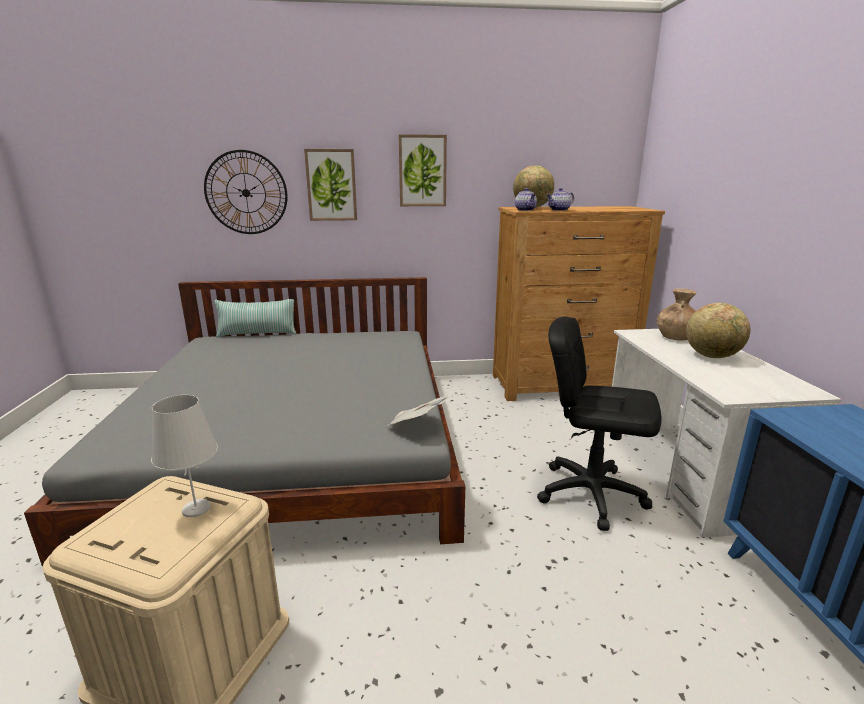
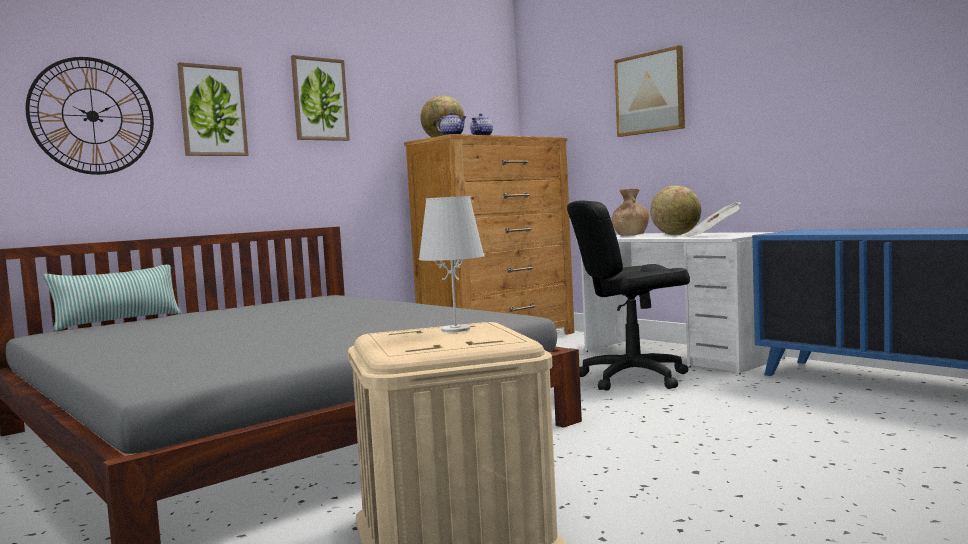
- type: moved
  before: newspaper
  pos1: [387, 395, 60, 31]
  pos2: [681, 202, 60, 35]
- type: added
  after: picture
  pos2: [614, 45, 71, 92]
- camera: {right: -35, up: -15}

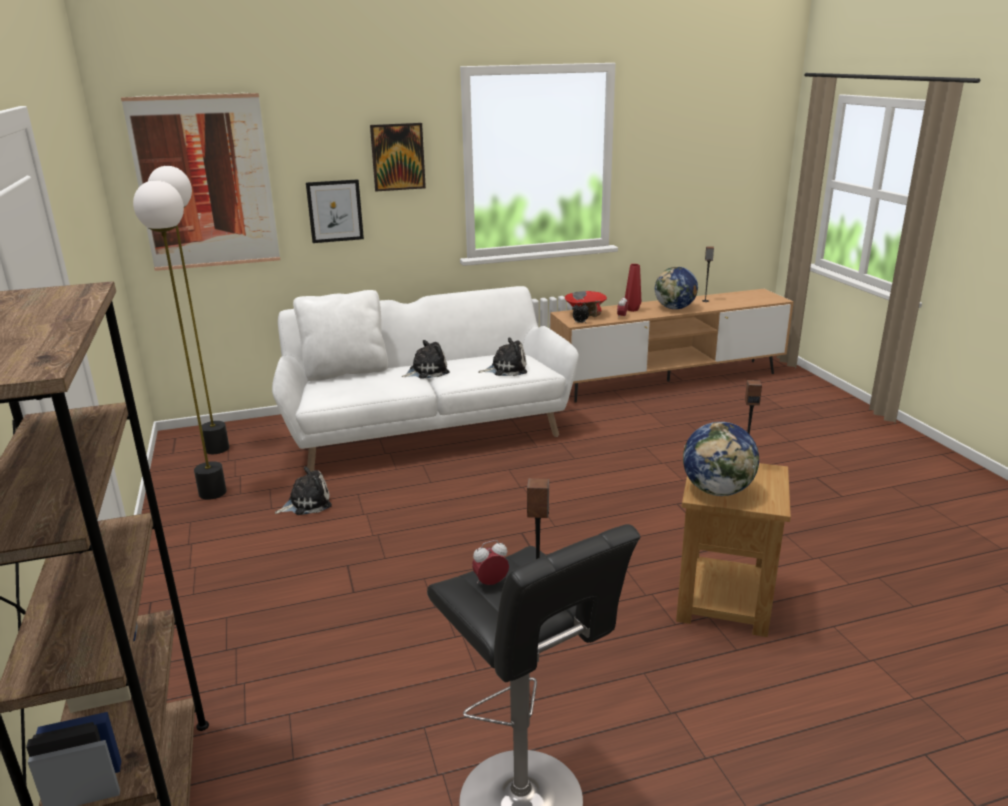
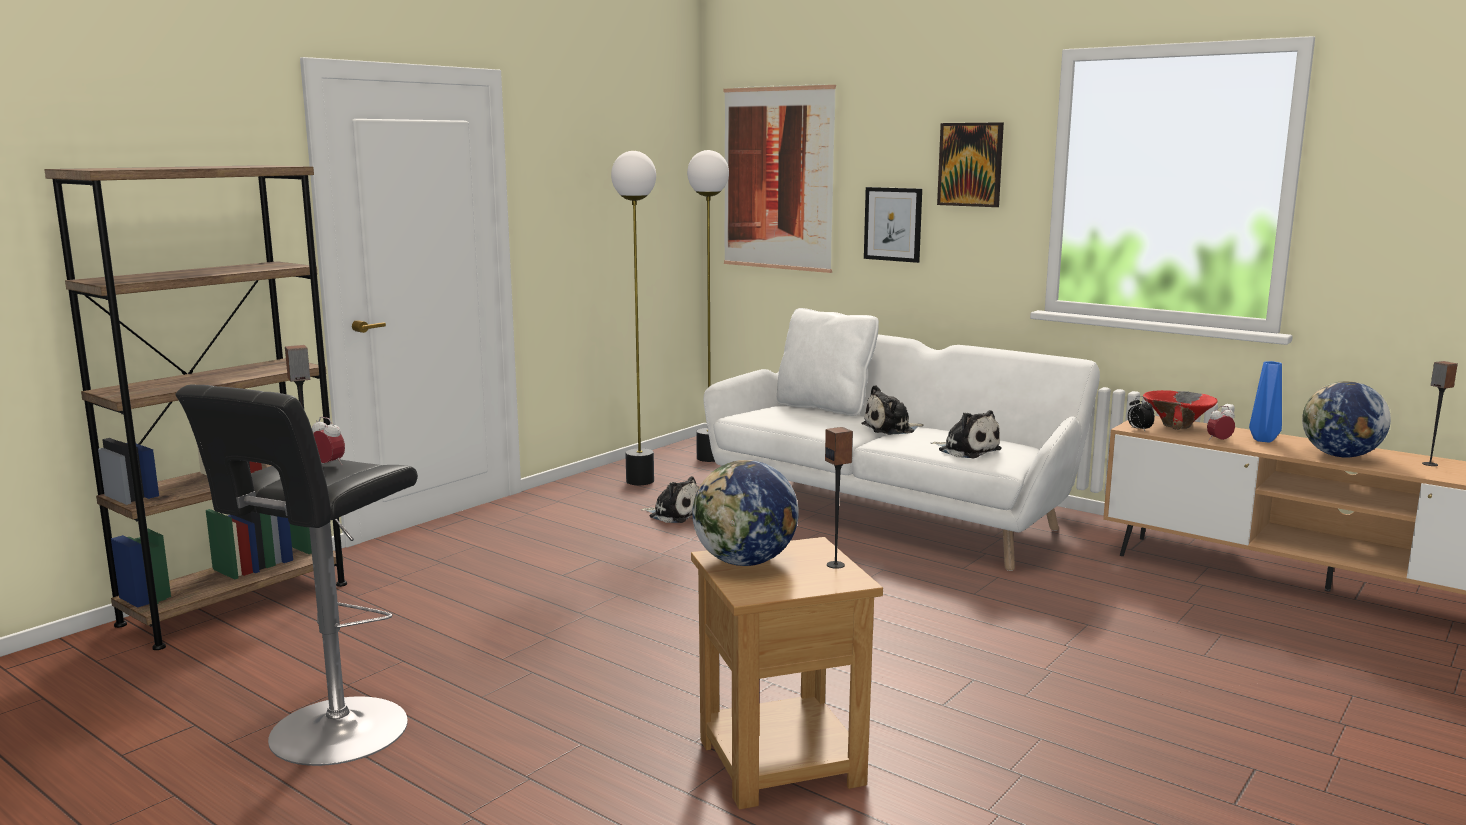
- type: turned
  before: cuddly toy
  pos1: [402, 340, 48, 39]
  pos2: [861, 385, 63, 50]
  turn: 135
- type: recoloured
  before: reddish decorative vase
  after: bluish decorative vase
  pos1: [625, 264, 16, 48]
  pos2: [1249, 361, 33, 82]
- camera: {right: 55, up: -10}

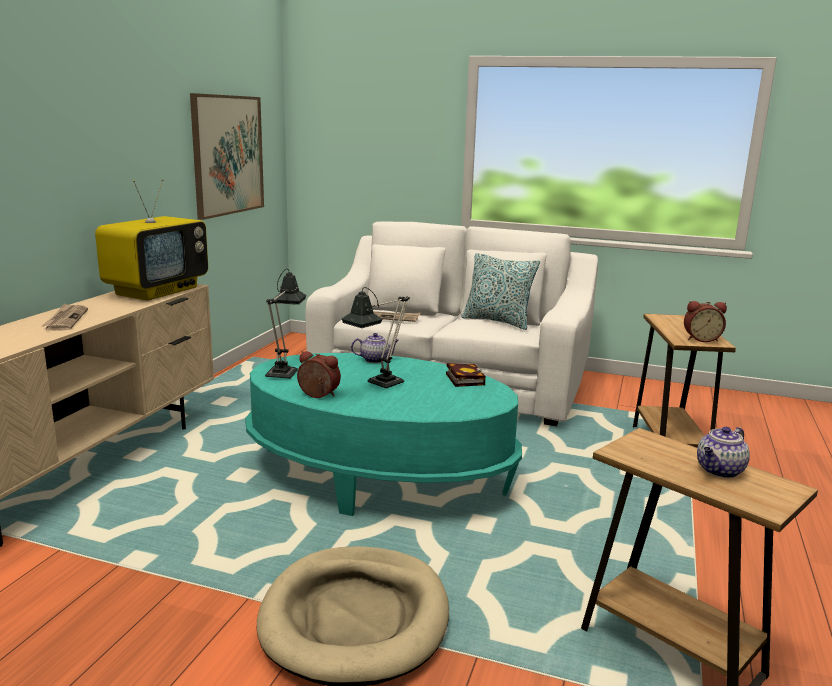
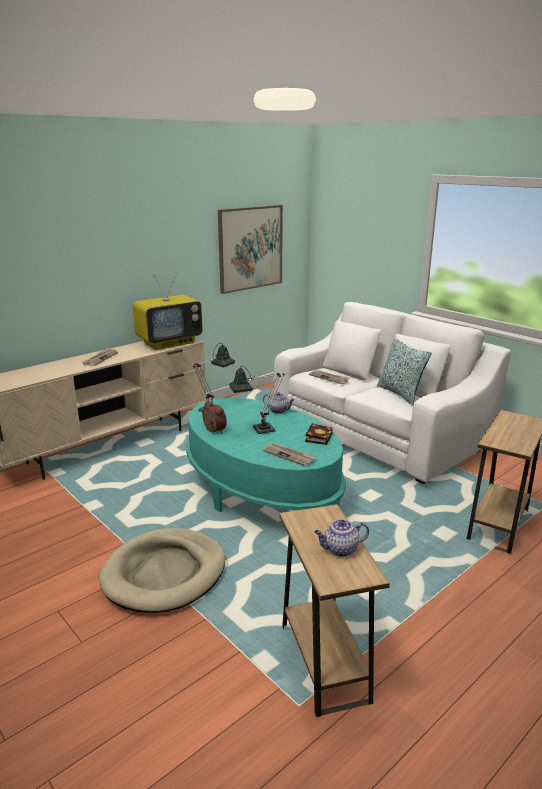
- type: removed
  before: bedside clock
  pos1: [684, 301, 43, 41]
- type: added
  after: newspaper
  pos2: [262, 443, 55, 23]
- camera: {right: 30, up: 5}

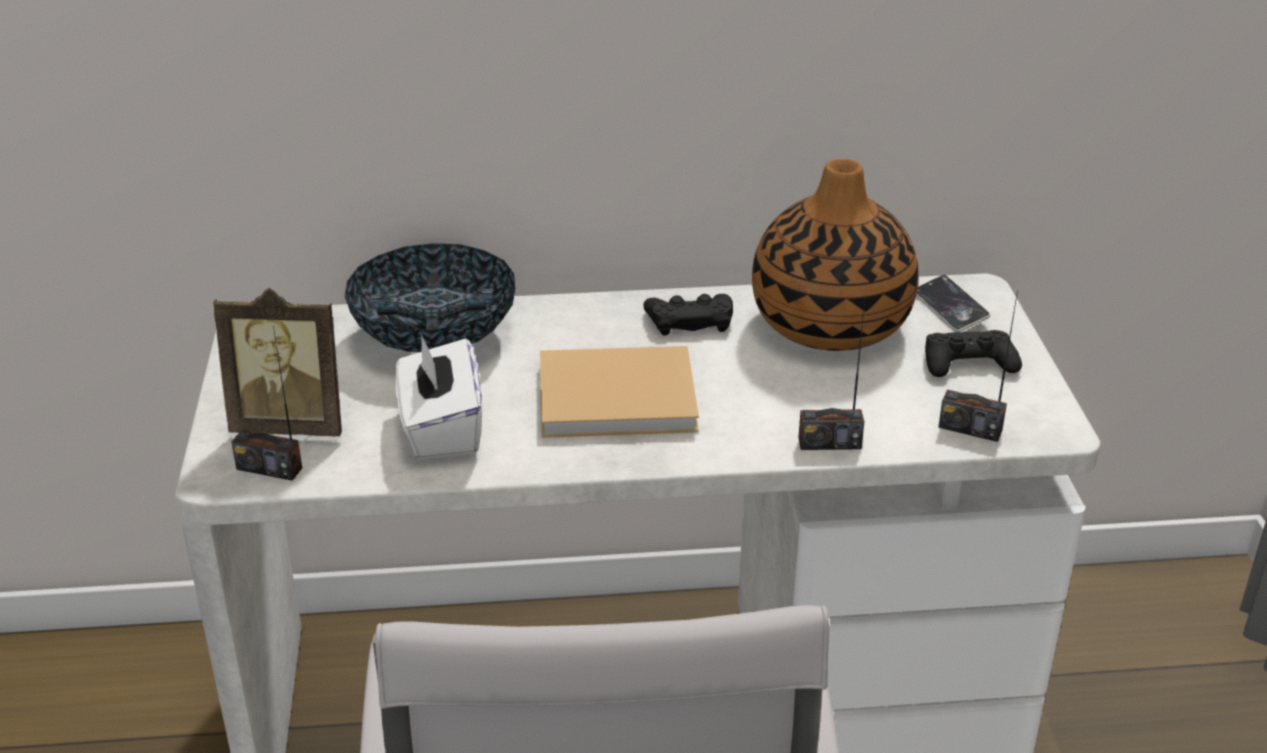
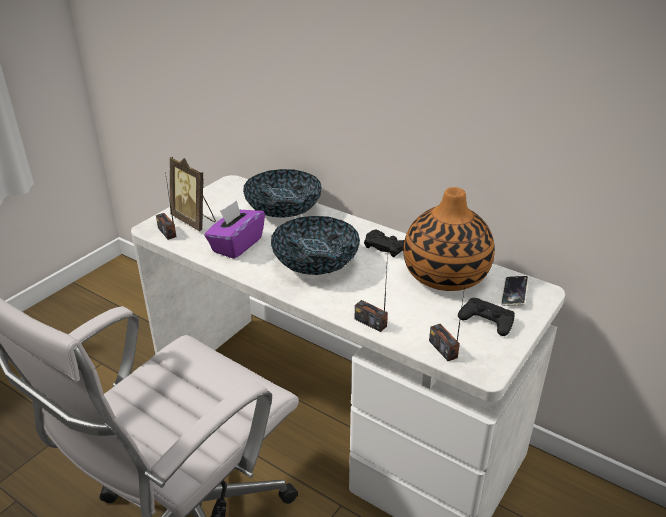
- type: recoloured
  before: whitish box of tissues
  after: purplish box of tissues
  pos1: [395, 335, 87, 124]
  pos2: [204, 200, 61, 59]
- type: replaced
  before: sand-coloured volume
  after: serving bowl
  pos1: [540, 346, 159, 92]
  pos2: [271, 216, 89, 59]
- camera: {right: 40, up: 0}

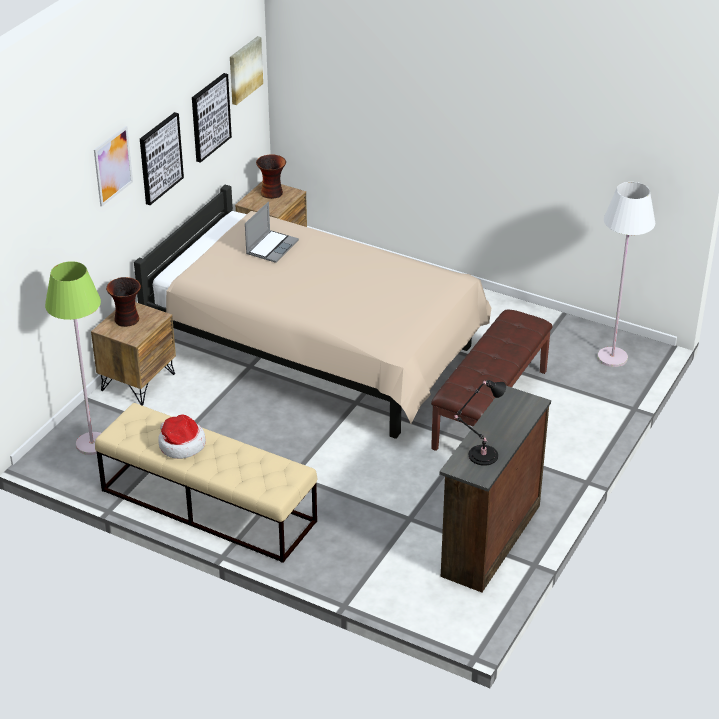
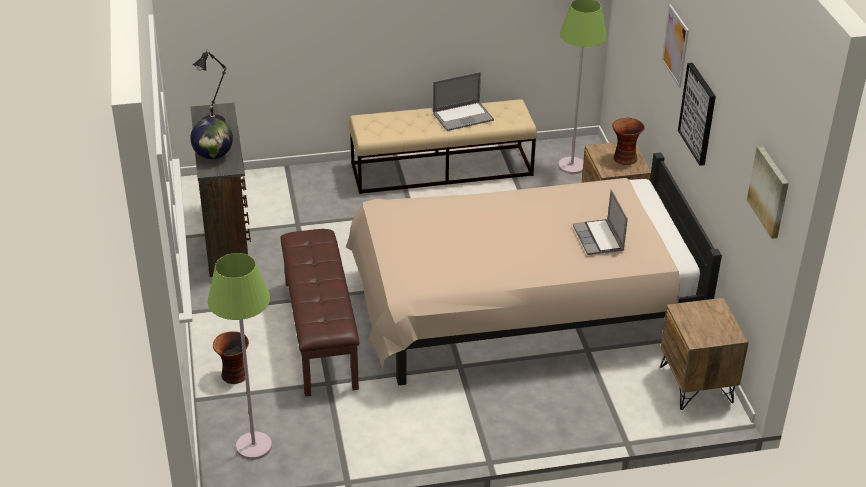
- type: replaced
  before: wearable hat
  after: notebook computer
  pos1: [158, 415, 48, 44]
  pos2: [433, 72, 61, 59]
- type: removed
  before: picture
  pos1: [192, 73, 40, 90]
- type: moved
  before: decorative vase
  pos1: [256, 154, 30, 45]
  pos2: [213, 331, 36, 53]
- type: recoloured
  before: whitish floor lamp
  after: green-coloured floor lamp
  pos1: [597, 182, 58, 185]
  pos2: [207, 253, 65, 207]
- type: added
  after: desk globe
  pos2: [190, 117, 43, 42]
- camera: {right: 140, up: 0}

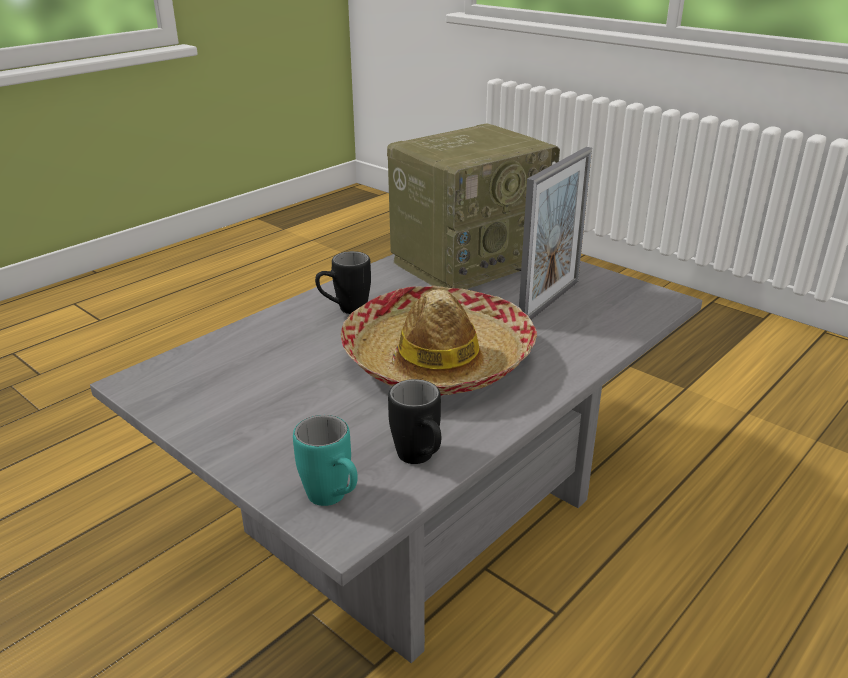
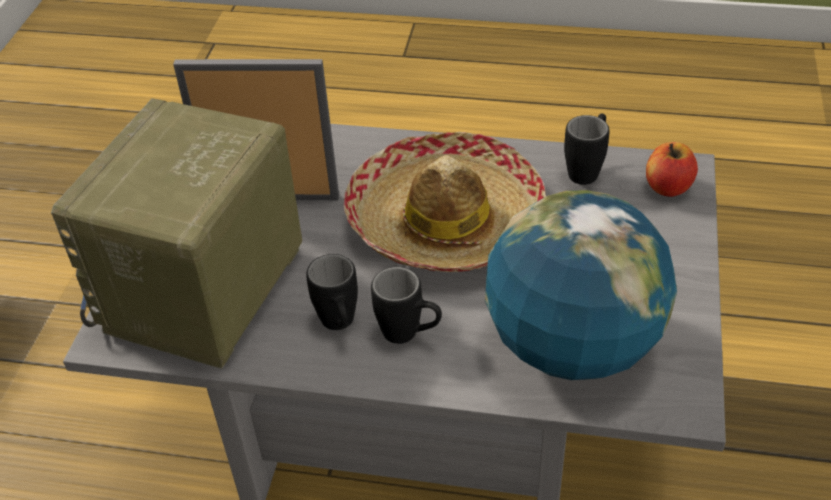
- type: replaced
  before: turquoise-coloured mug
  after: apple
  pos1: [293, 415, 65, 91]
  pos2: [646, 142, 52, 55]
- type: turned
  before: radio receiver
  pos1: [387, 123, 173, 166]
  pos2: [51, 98, 251, 271]
  turn: -90
- type: added
  after: black-coloured mug
  pos2: [306, 254, 52, 76]
- type: added
  after: desk globe
  pos2: [485, 190, 192, 190]
- camera: {right: -120, up: 15}

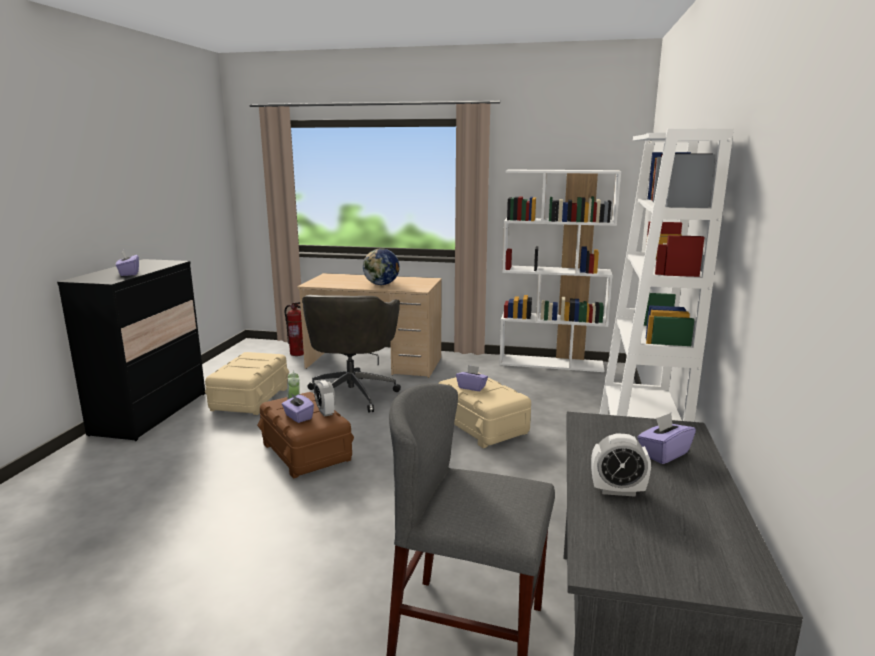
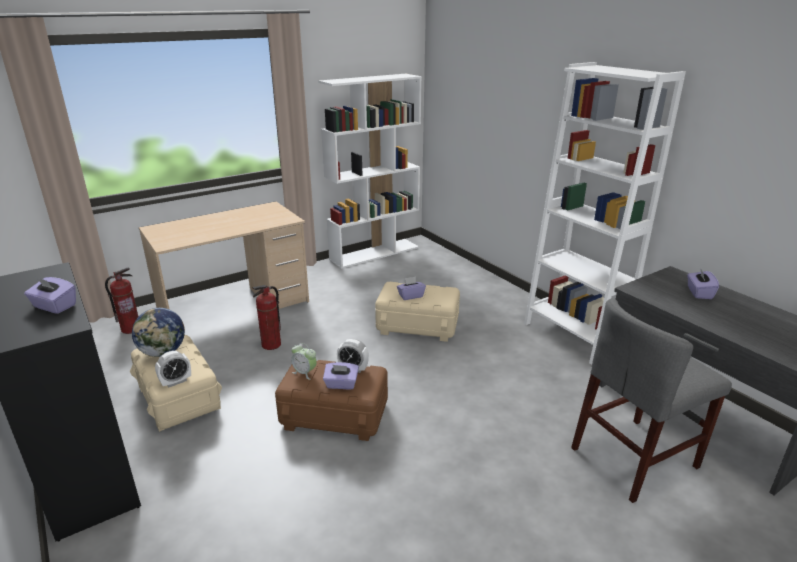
- type: replaced
  before: greyish computer chair
  after: extinguisher
  pos1: [302, 295, 99, 118]
  pos2: [253, 285, 28, 65]
- type: moved
  before: desk globe
  pos1: [363, 248, 37, 37]
  pos2: [132, 308, 53, 49]
- type: moved
  before: bedside clock
  pos1: [591, 434, 60, 63]
  pos2: [155, 351, 36, 37]
- camera: {right: -45, up: 10}

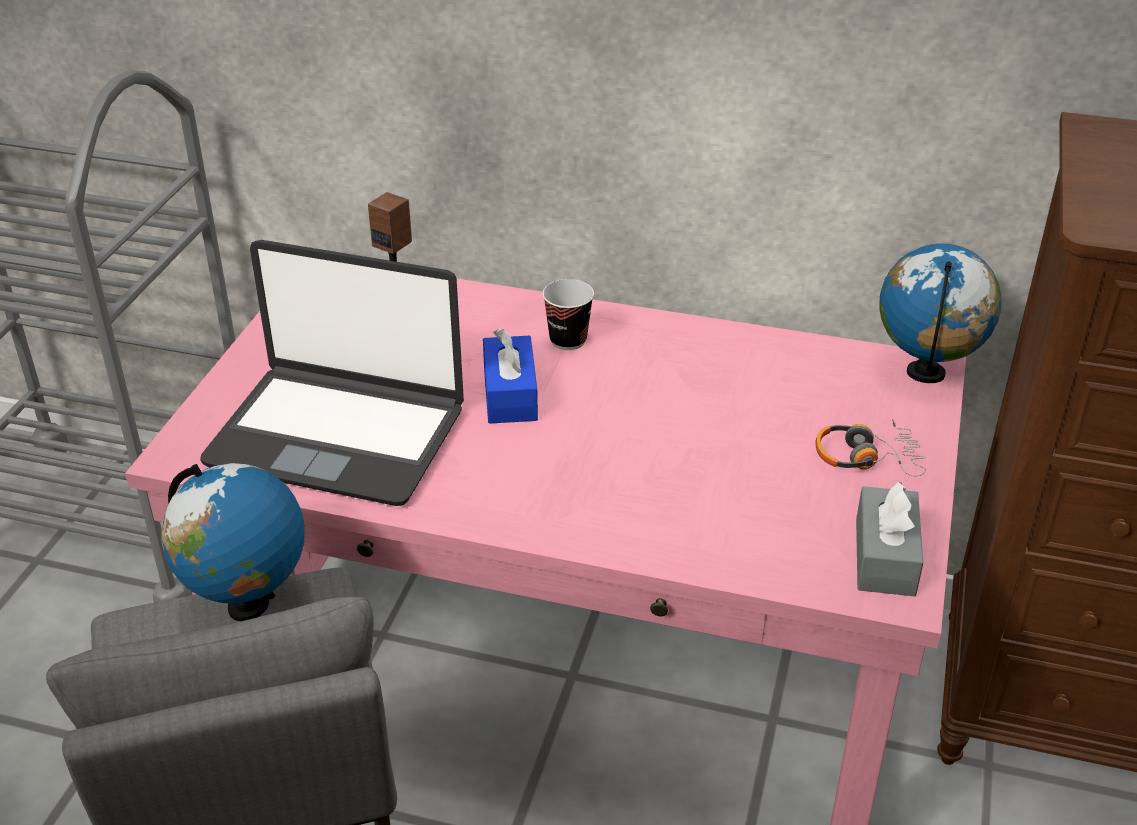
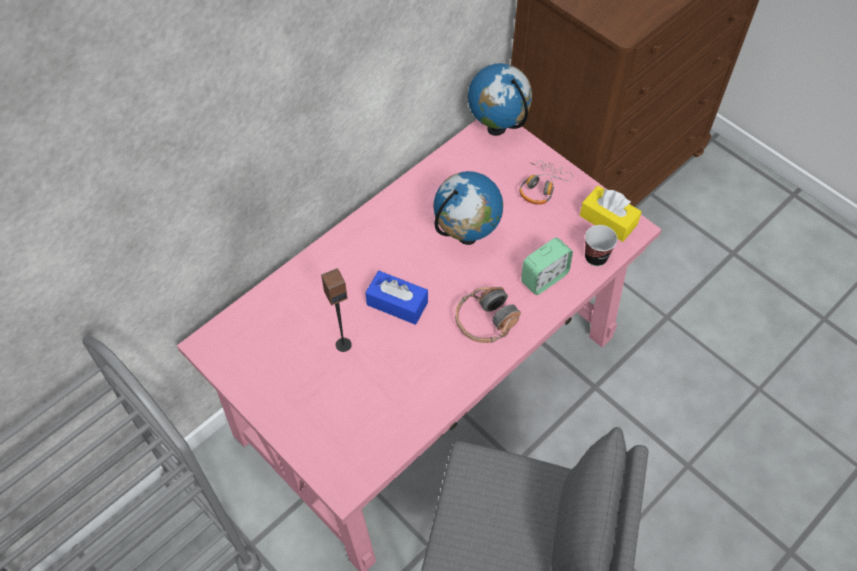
- type: moved
  before: desk globe
  pos1: [161, 463, 144, 159]
  pos2: [434, 171, 69, 74]
- type: removed
  before: notebook computer
  pos1: [200, 240, 264, 266]
- type: moved
  before: small cup
  pos1: [542, 279, 52, 71]
  pos2: [585, 225, 32, 41]
- type: recoloured
  before: greyish box of tissues
  after: yellow-coloured box of tissues
  pos1: [856, 481, 67, 115]
  pos2: [580, 186, 62, 56]
- type: added
  after: headset
  pos2: [455, 287, 66, 56]
- type: added
  after: bedside clock
  pos2: [521, 237, 52, 58]
- camera: {right: -60, up: 20}

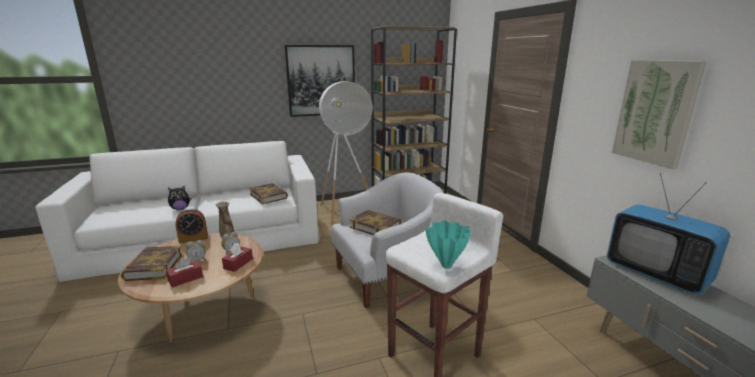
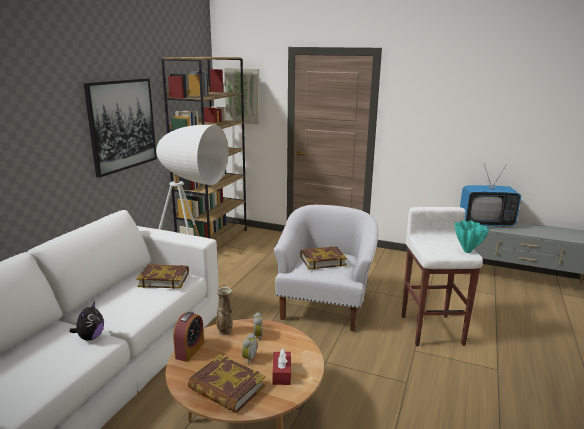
- type: removed
  before: reddish box of tissues
  pos1: [222, 243, 31, 29]
- type: moved
  before: picture
  pos1: [612, 60, 95, 109]
  pos2: [224, 68, 36, 57]
- camera: {right: -50, up: 0}

